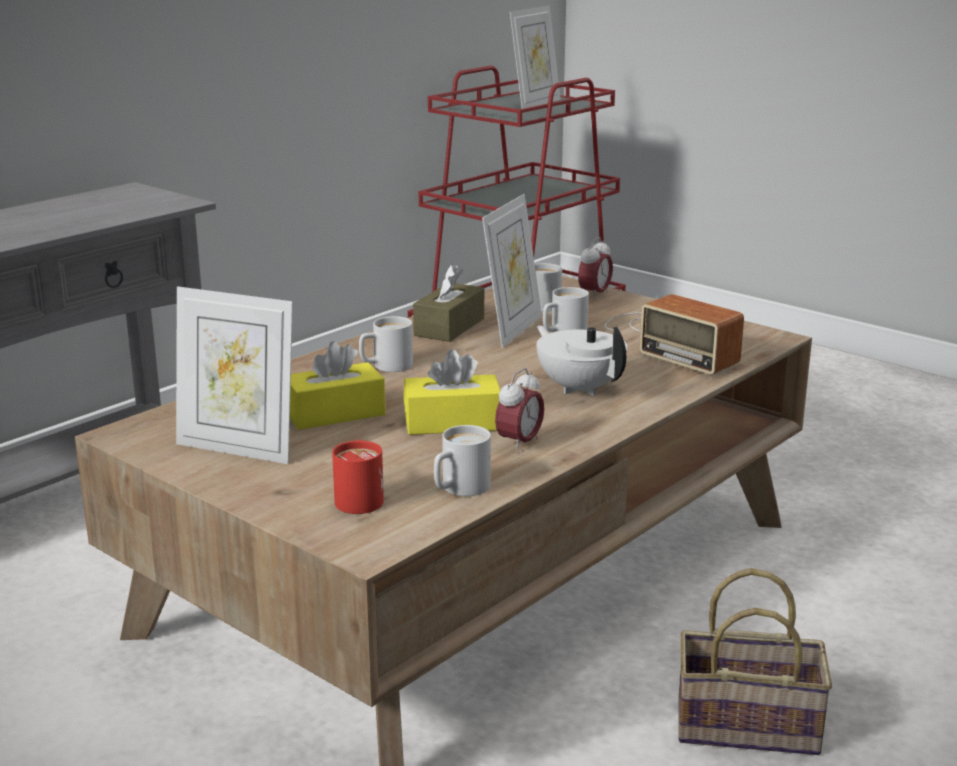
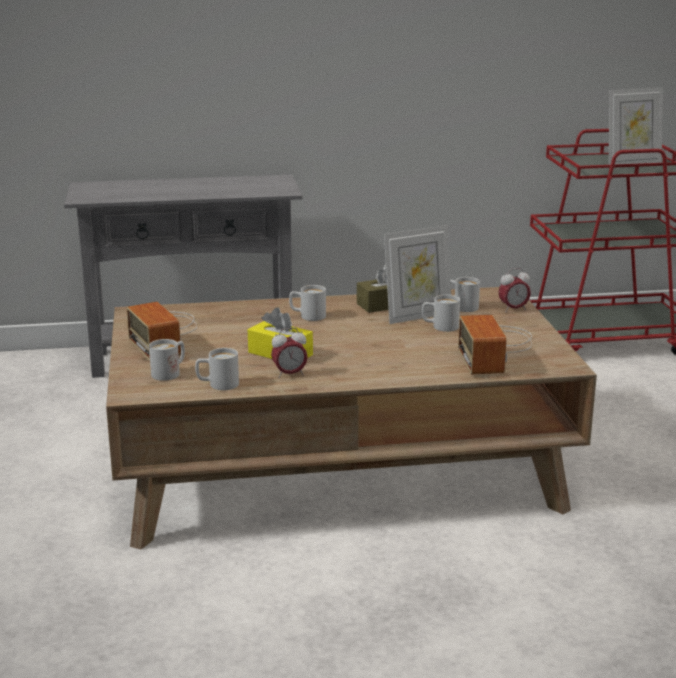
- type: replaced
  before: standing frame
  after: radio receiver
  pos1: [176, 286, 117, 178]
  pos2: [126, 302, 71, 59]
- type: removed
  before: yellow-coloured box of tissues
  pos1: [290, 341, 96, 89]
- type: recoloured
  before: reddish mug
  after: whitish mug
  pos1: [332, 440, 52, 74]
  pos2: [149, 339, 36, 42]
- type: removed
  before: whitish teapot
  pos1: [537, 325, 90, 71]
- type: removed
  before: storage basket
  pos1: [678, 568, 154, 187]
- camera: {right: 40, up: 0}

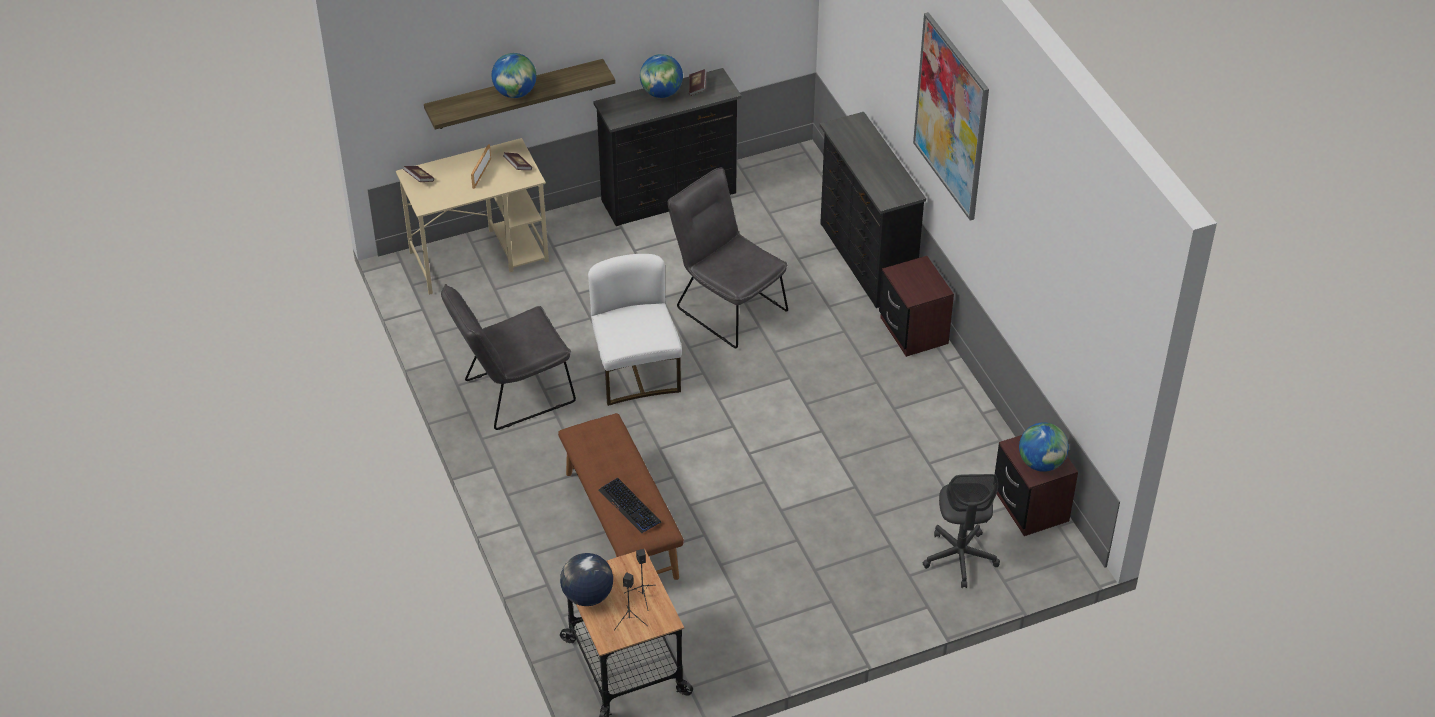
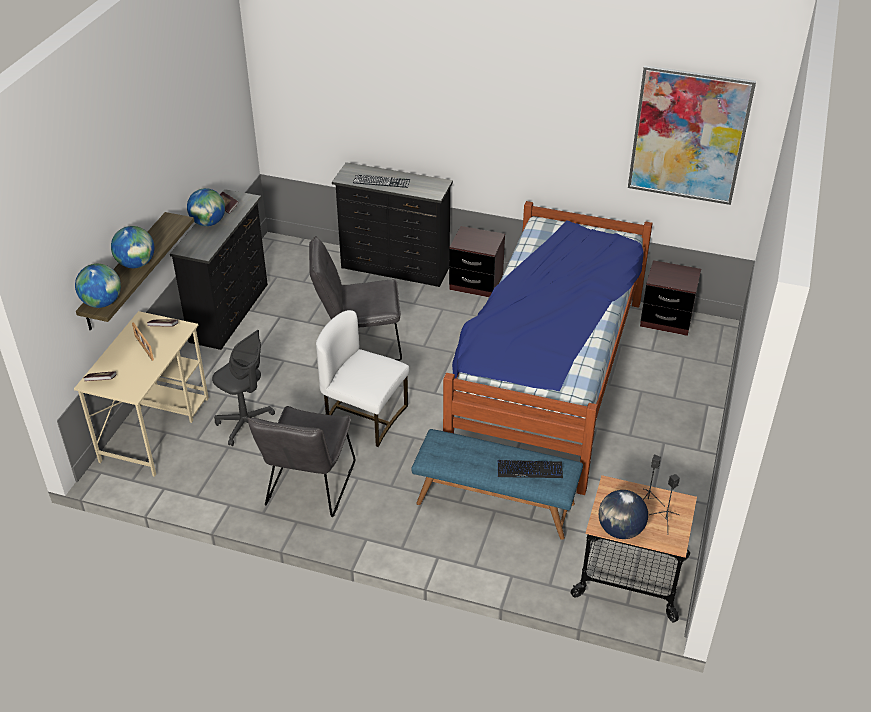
- type: recoloured
  before: brown-coloured long seat
  after: bluish long seat
  pos1: [558, 413, 126, 167]
  pos2: [411, 429, 172, 111]
- type: moved
  before: picture
  pos1: [913, 12, 76, 209]
  pos2: [628, 65, 128, 140]
- type: moved
  before: greyish computer chair
  pos1: [923, 474, 77, 114]
  pos2: [212, 330, 63, 116]
- type: moved
  before: desk globe
  pos1: [1019, 422, 50, 50]
  pos2: [75, 264, 46, 44]
- type: added
  after: computer keyboard
  pos2: [353, 175, 57, 13]
- type: added
  after: bed
  pos2: [443, 201, 210, 294]
- camera: {right: -50, up: -5}

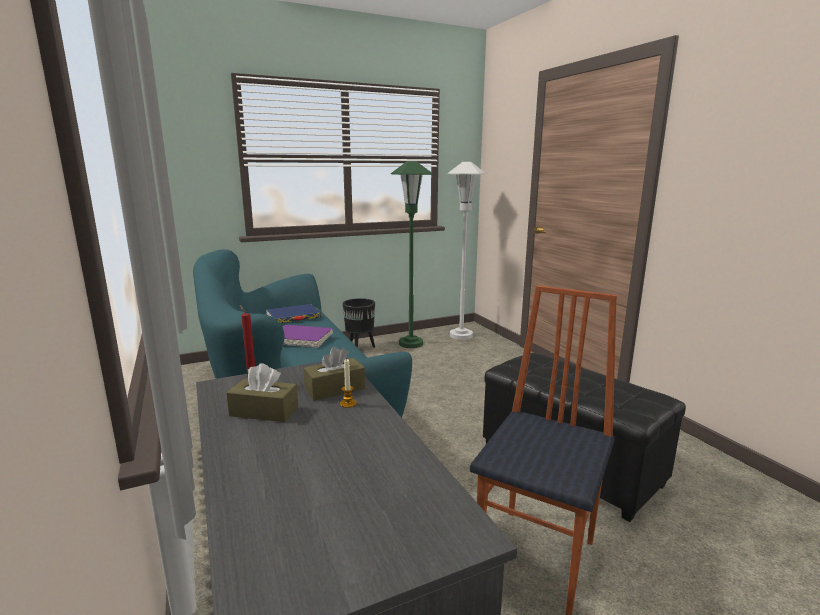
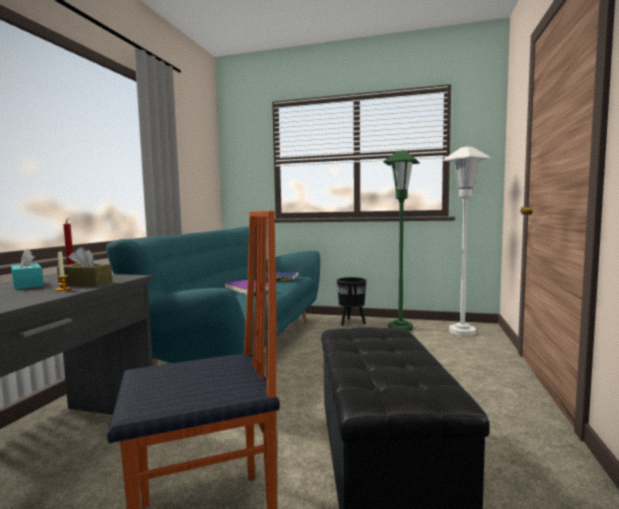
- type: recoloured
  before: brown-coloured box of tissues
  after: turquoise-coloured box of tissues
  pos1: [226, 363, 72, 59]
  pos2: [11, 248, 33, 42]
- camera: {right: 40, up: -10}

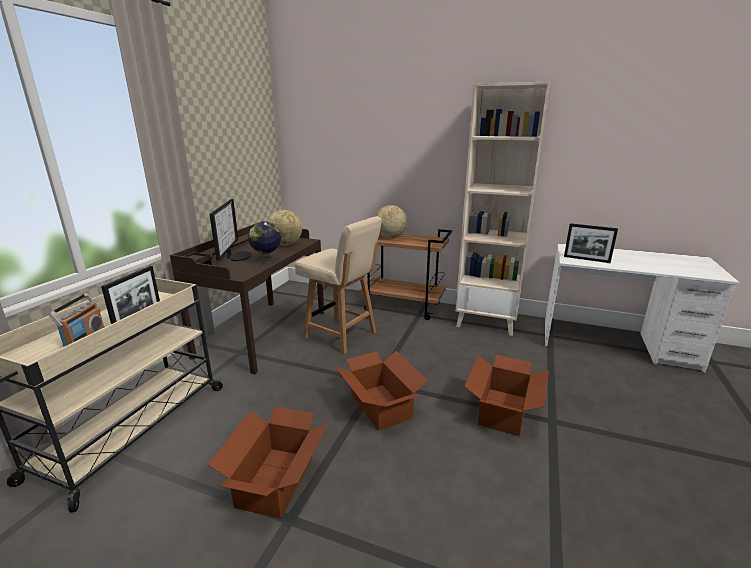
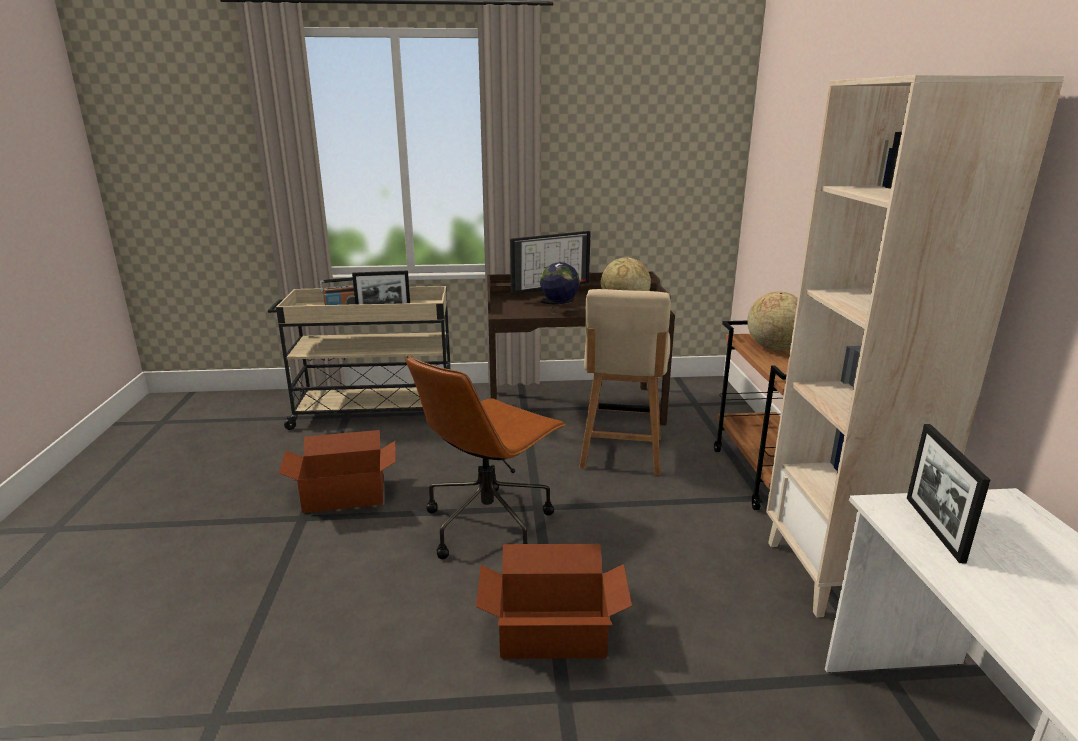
- type: replaced
  before: cardboard box
  after: brown-coloured computer chair
  pos1: [336, 351, 92, 80]
  pos2: [406, 356, 160, 203]
- camera: {right: 65, up: 0}

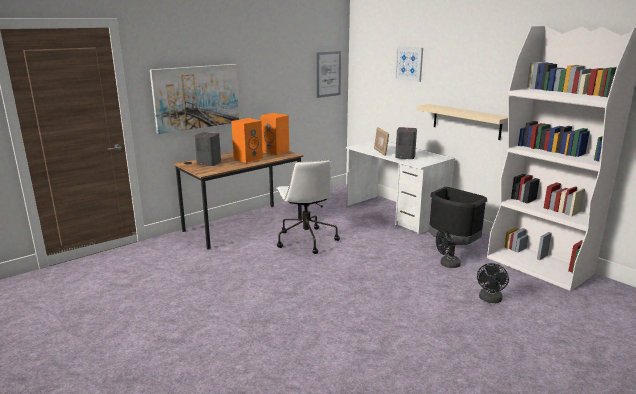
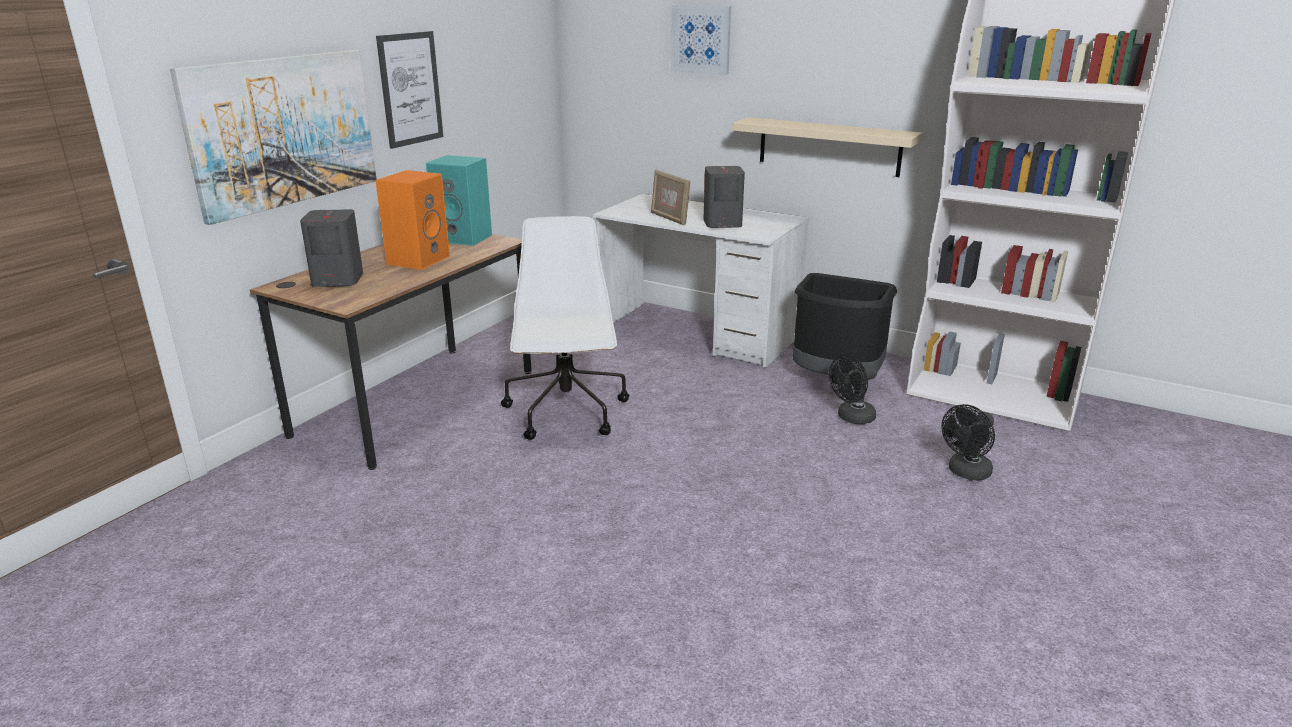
- type: recoloured
  before: orangey audio speaker
  after: turquoise-coloured audio speaker
  pos1: [260, 113, 29, 42]
  pos2: [426, 155, 66, 91]
- type: turned
  before: whitish computer chair
  pos1: [276, 159, 64, 95]
  pos2: [501, 216, 128, 224]
  turn: -150
- type: moved
  before: picture
  pos1: [317, 51, 24, 47]
  pos2: [376, 31, 67, 118]
- type: turned
  before: black-coloured fan
  pos1: [477, 263, 32, 40]
  pos2: [941, 404, 54, 76]
  turn: 45
- camera: {right: -20, up: 5}

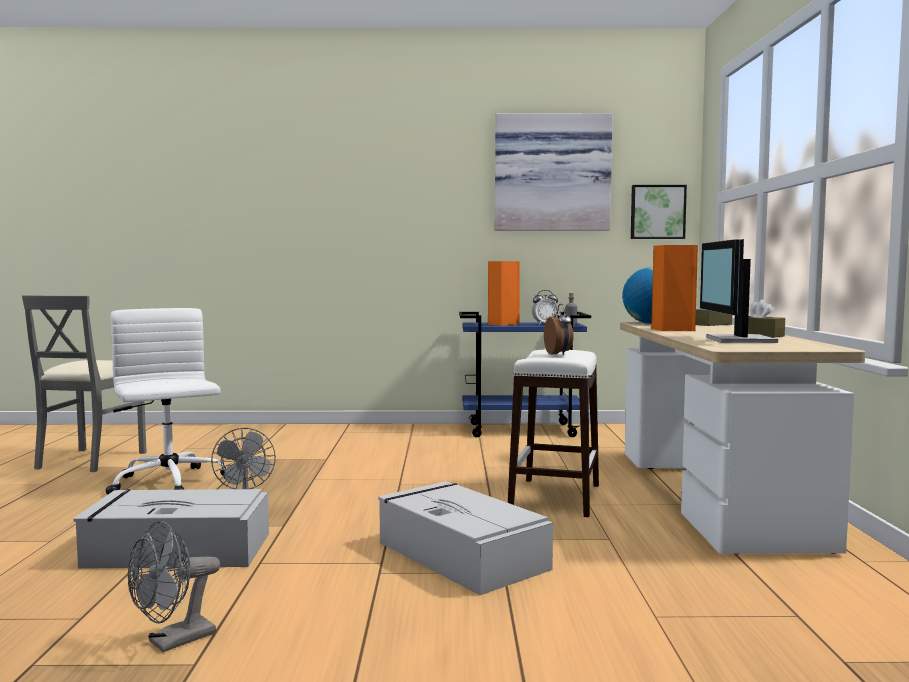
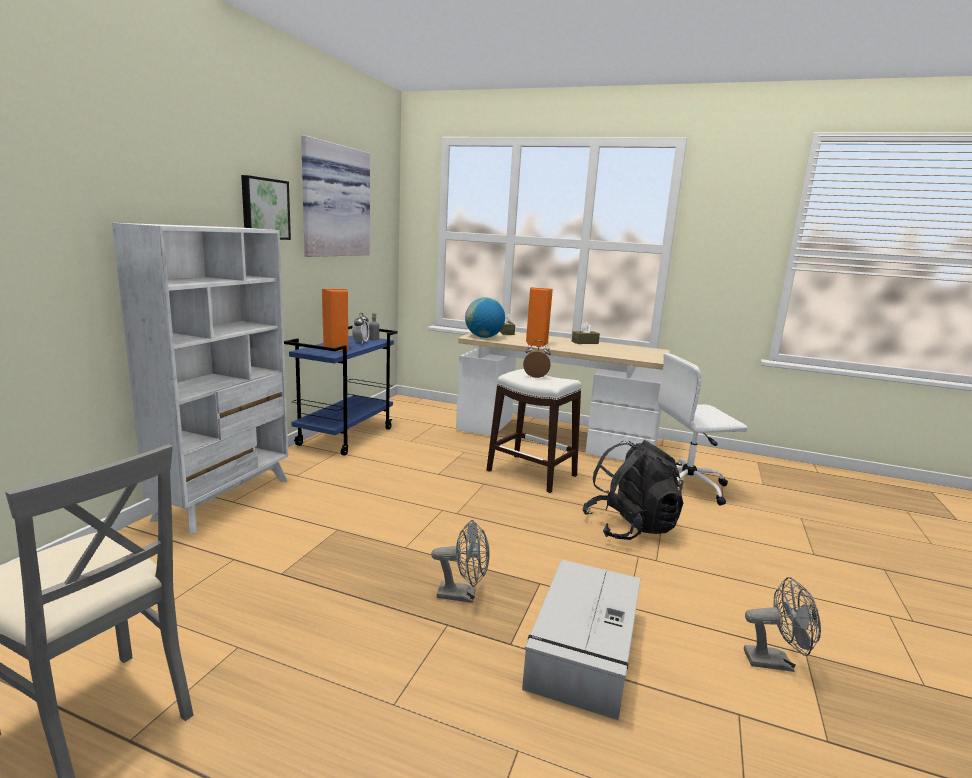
- type: moved
  before: whitish computer chair
  pos1: [105, 308, 122, 187]
  pos2: [658, 353, 89, 153]
- type: turned
  before: greyish fan
  pos1: [128, 521, 92, 131]
  pos2: [744, 577, 77, 95]
  turn: -60
- type: replaced
  before: greyish storage bin
  after: black-coloured backpack
  pos1: [378, 481, 175, 114]
  pos2: [582, 440, 101, 100]
- type: moved
  before: picture
  pos1: [631, 185, 56, 54]
  pos2: [241, 175, 50, 65]
- type: removed
  before: monitor
  pos1: [700, 239, 78, 104]
- type: added
  after: whitish bookshelf
  pos2: [112, 223, 176, 311]
- camera: {right: -70, up: 10}

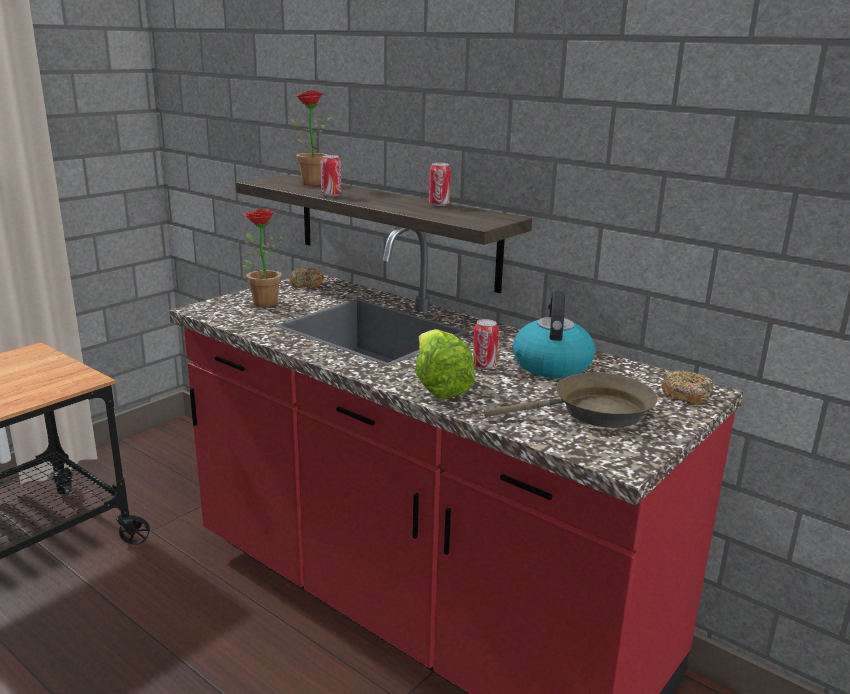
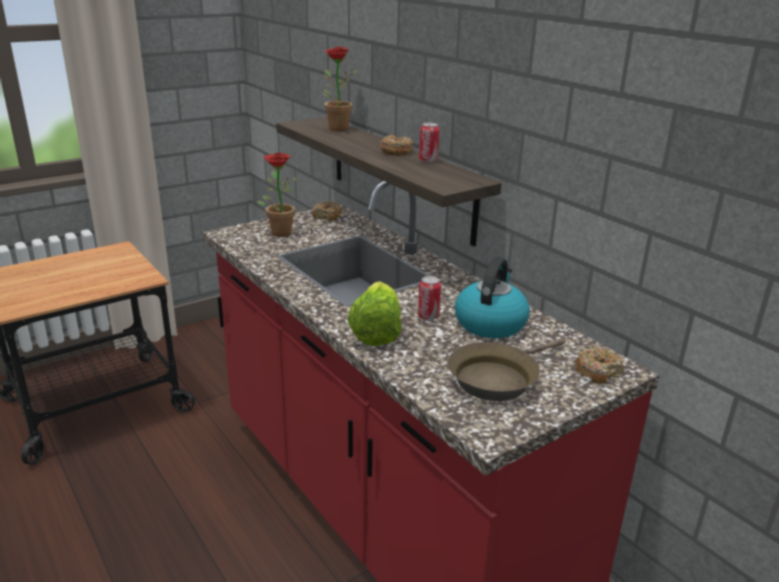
- type: removed
  before: can
  pos1: [320, 155, 21, 42]
- type: turned
  before: brown-coloured skillet
  pos1: [484, 373, 173, 55]
  pos2: [448, 338, 118, 63]
  turn: 135
- type: added
  after: donut
  pos2: [380, 135, 34, 20]
- camera: {right: 15, up: 5}

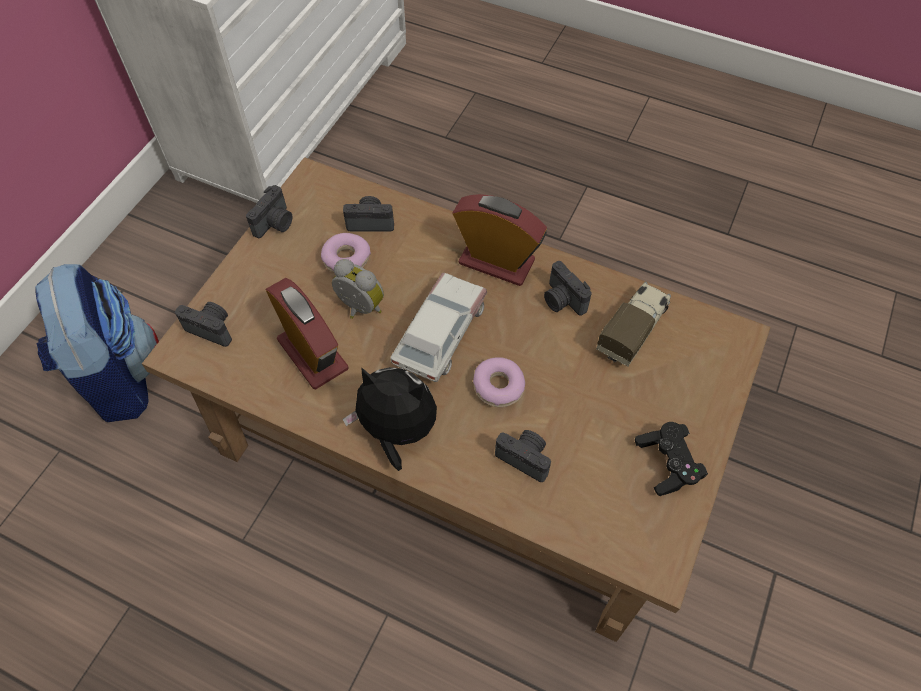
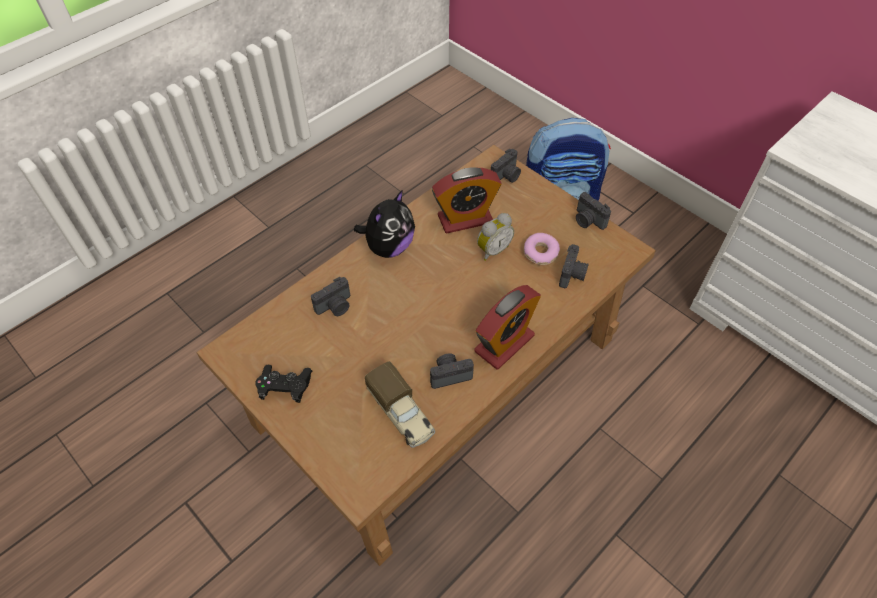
- type: removed
  before: miniature car
  pos1: [390, 272, 97, 110]
- type: removed
  before: donut
  pos1: [473, 358, 52, 49]
- camera: {right: 110, up: -5}

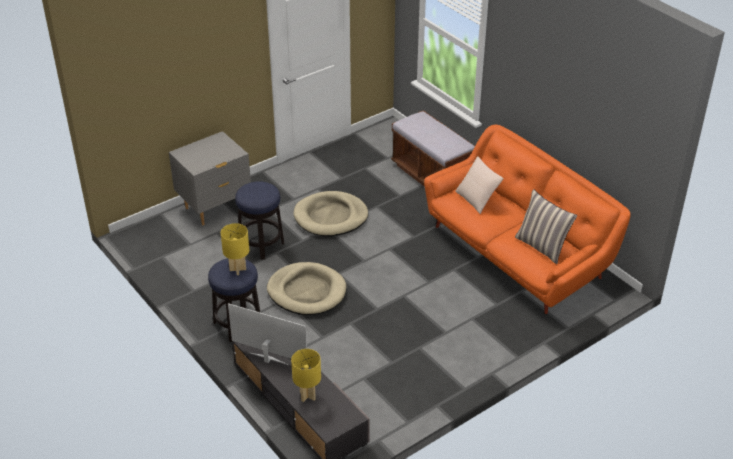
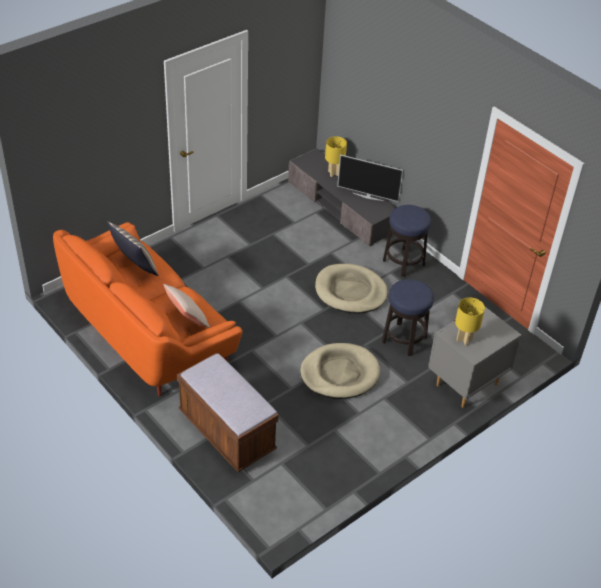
- type: moved
  before: yellow-coloured table lamp
  pos1: [221, 223, 28, 52]
  pos2: [455, 298, 30, 48]
- camera: {right: 175, up: 5}

